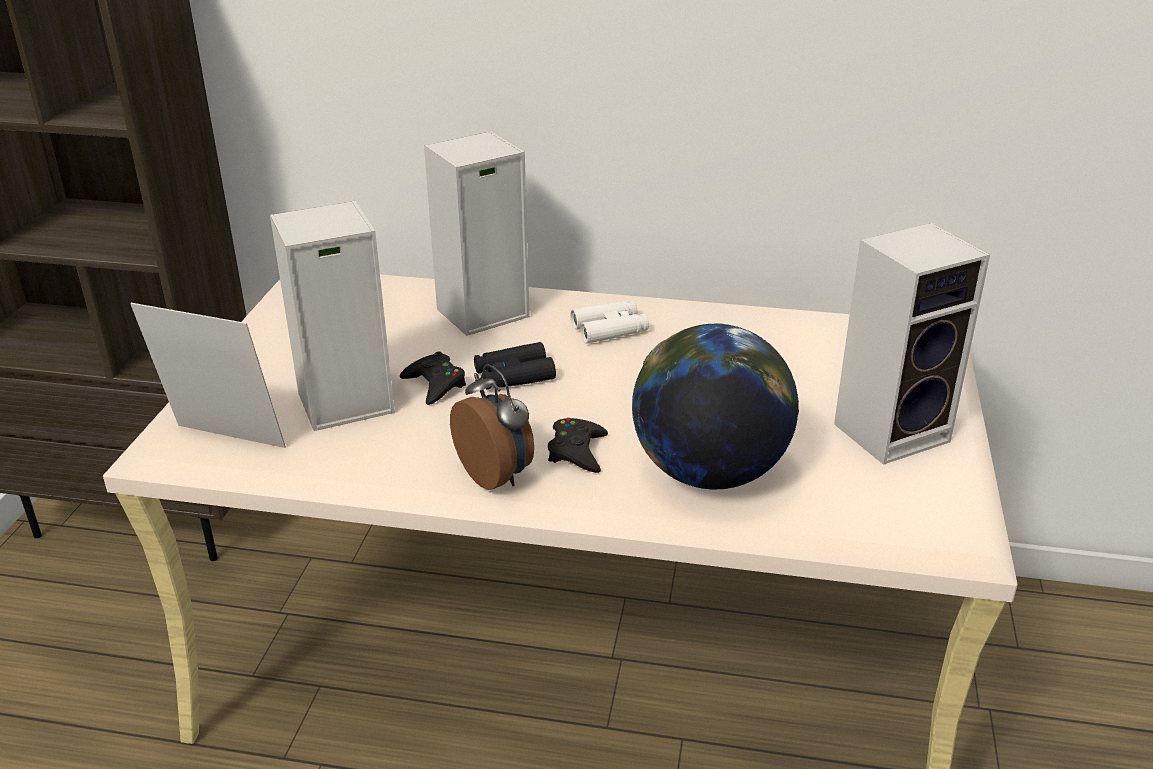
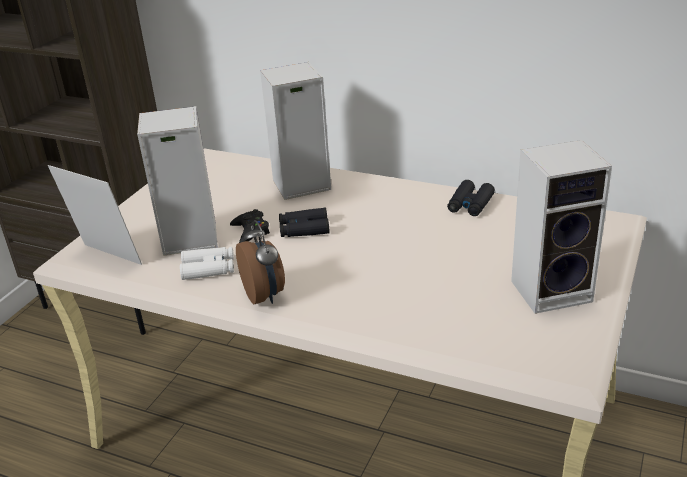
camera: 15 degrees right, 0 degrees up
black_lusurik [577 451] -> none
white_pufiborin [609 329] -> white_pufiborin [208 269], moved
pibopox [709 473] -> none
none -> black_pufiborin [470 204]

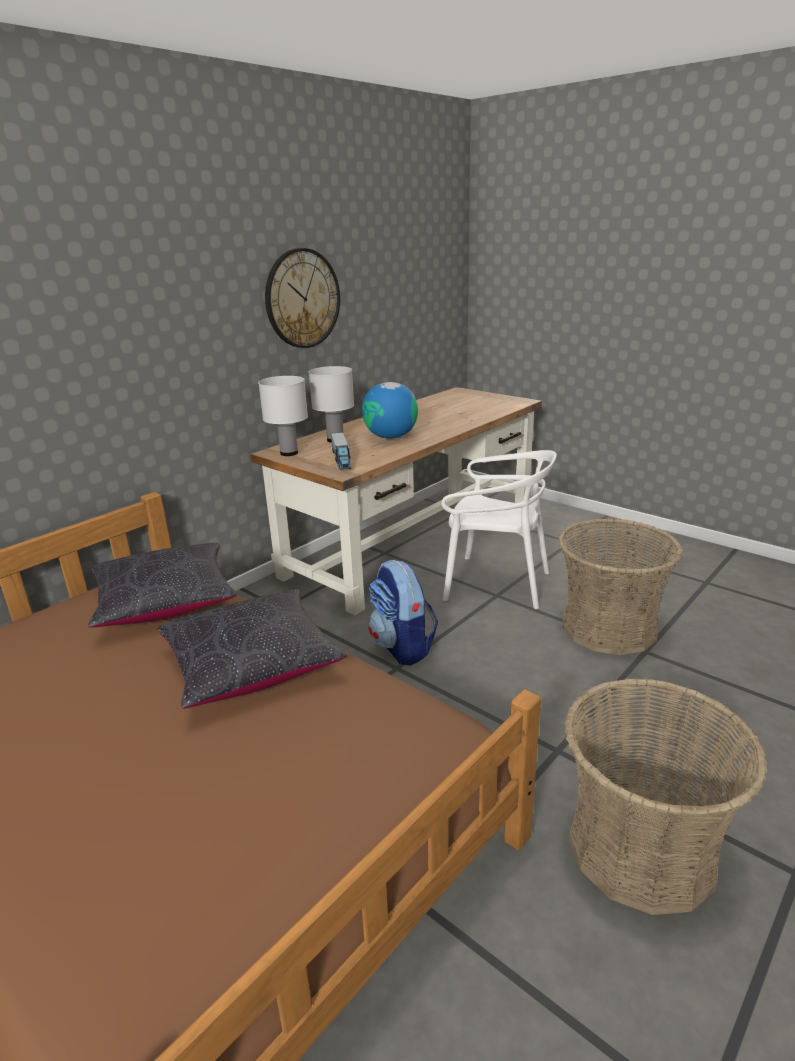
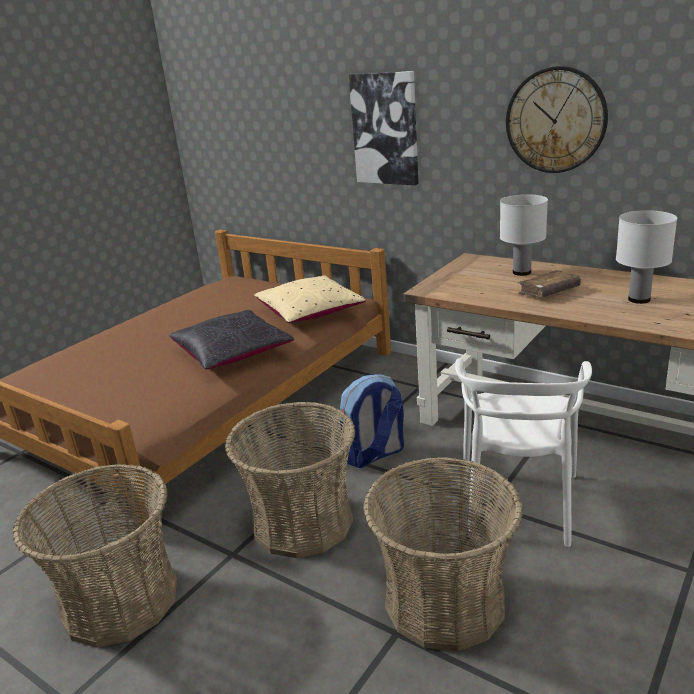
camera: 85 degrees right, 0 degrees up
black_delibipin [165 601] -> beige_delibipin [310 312]
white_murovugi [289 453] -> white_murovugi [638 299], moved
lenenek [341 459] -> none
pibopox [391 437] -> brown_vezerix [548 292]
none -> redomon [303 522]
none -> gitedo [385 129]

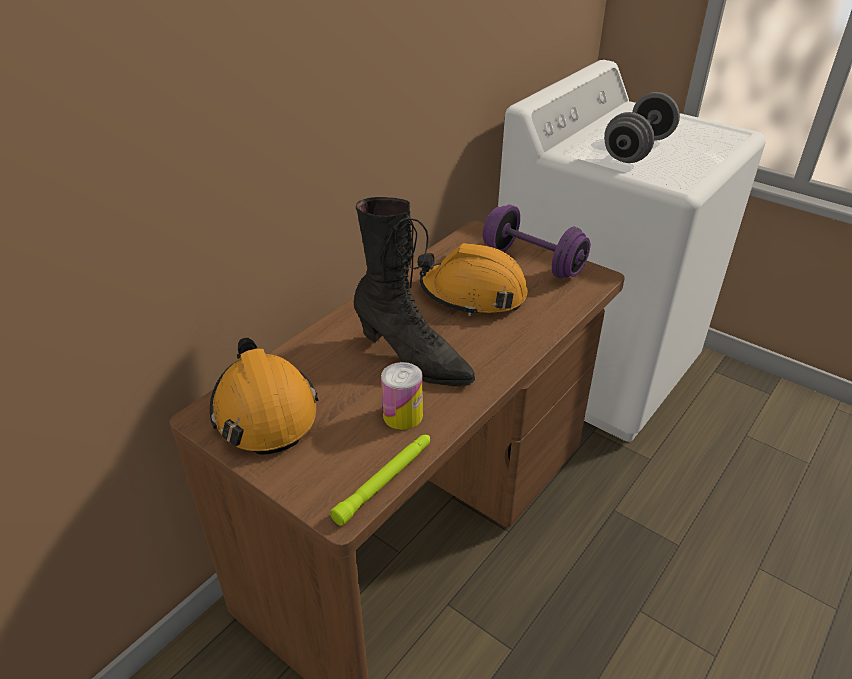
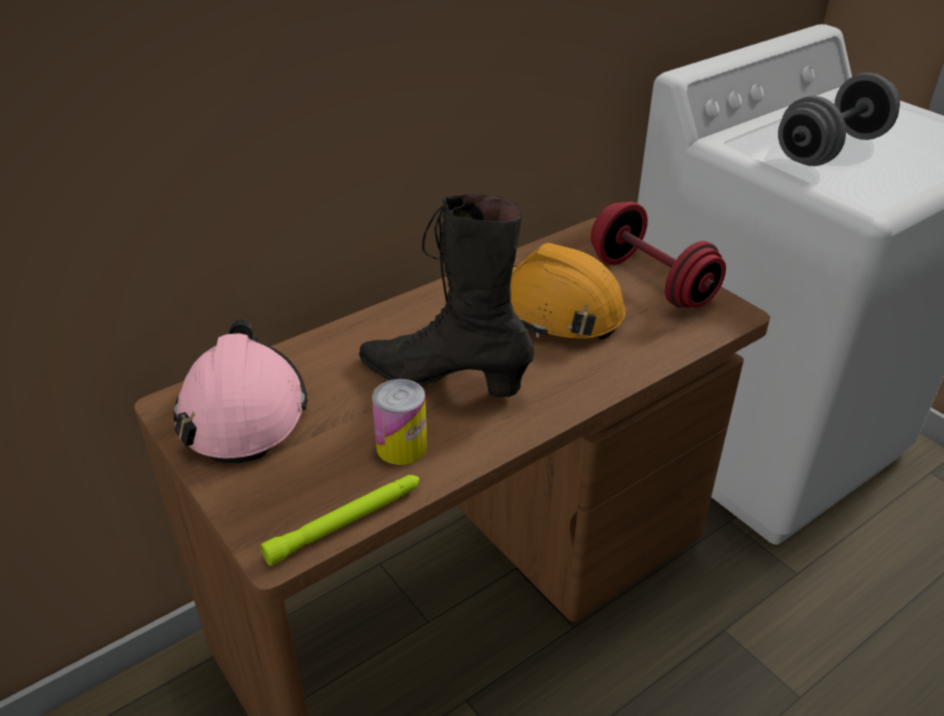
camera: 15 degrees right, 0 degrees up
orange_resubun [264 411] -> pink_resubun [243 411]
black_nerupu [412 359] -> black_nerupu [444 379], 150 degrees clockwise
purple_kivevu [533 262] -> red_kivevu [651 282]

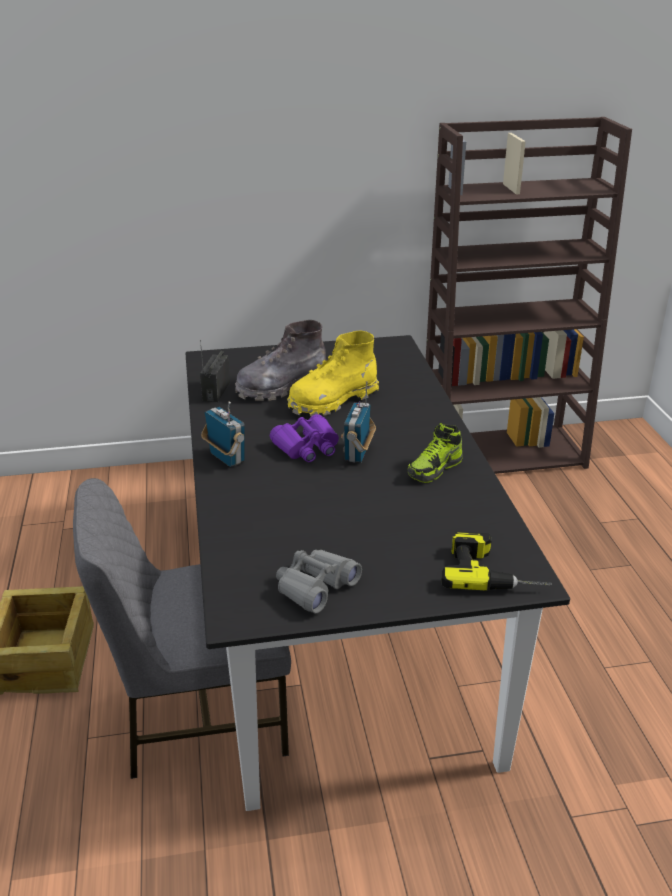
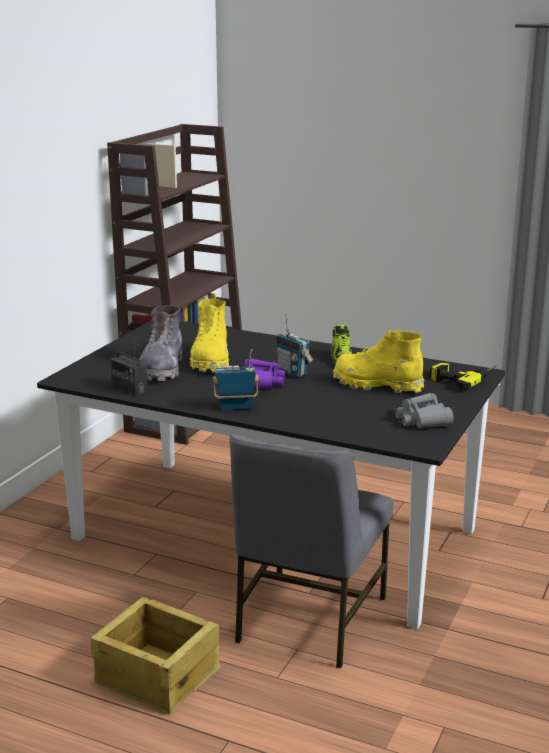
camera: 55 degrees left, 10 degrees down
none -> yellow_nerupu [377 385]

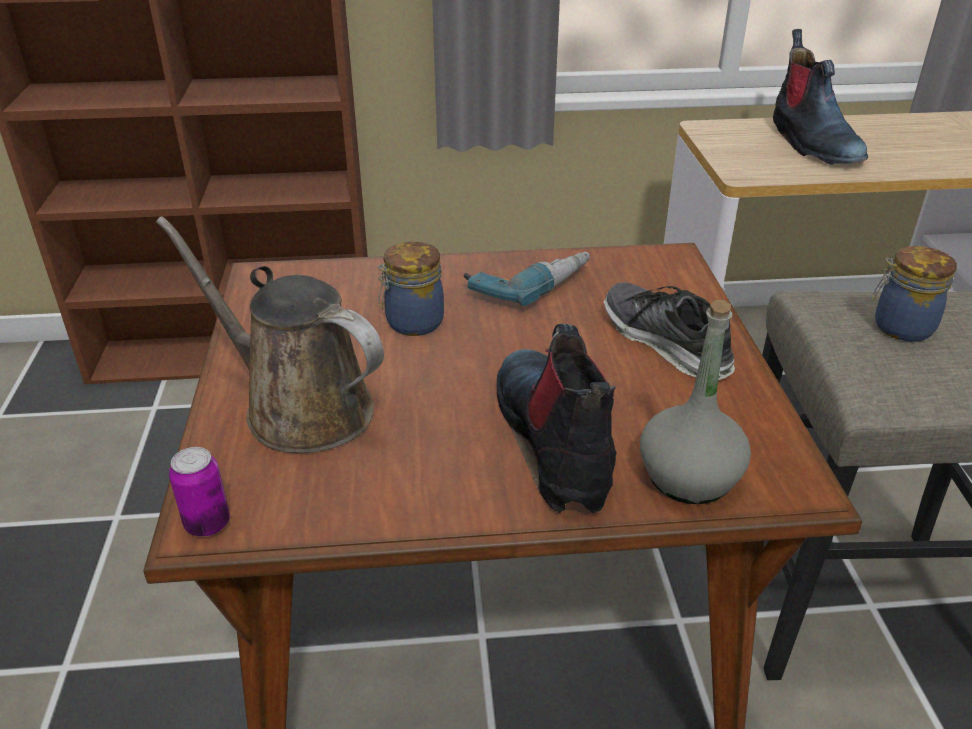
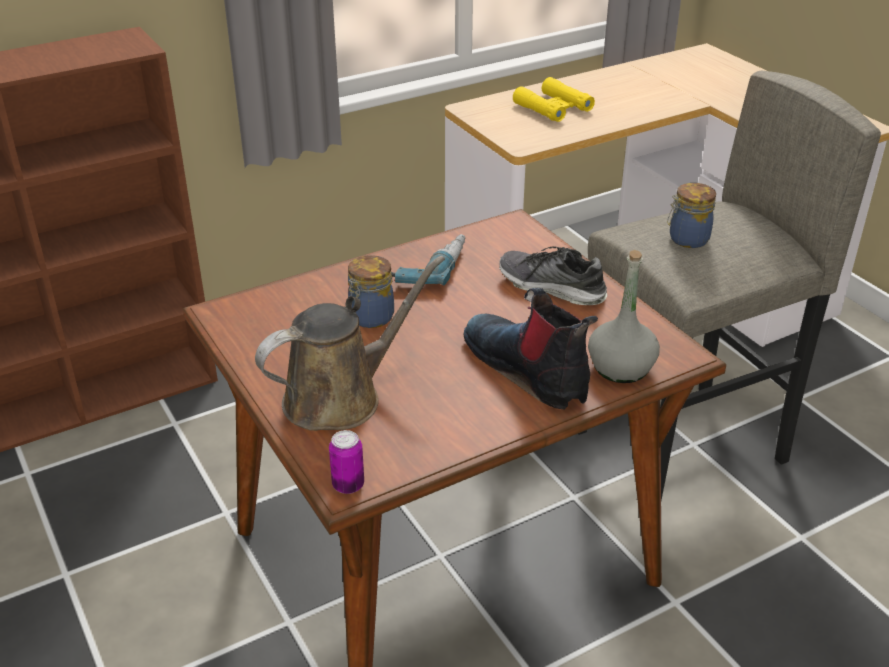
camera: 25 degrees left, 0 degrees up
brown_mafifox [299 407] -> brown_mafifox [341 397], 135 degrees clockwise
nerupu [811 143] -> yellow_pufiborin [553 108]

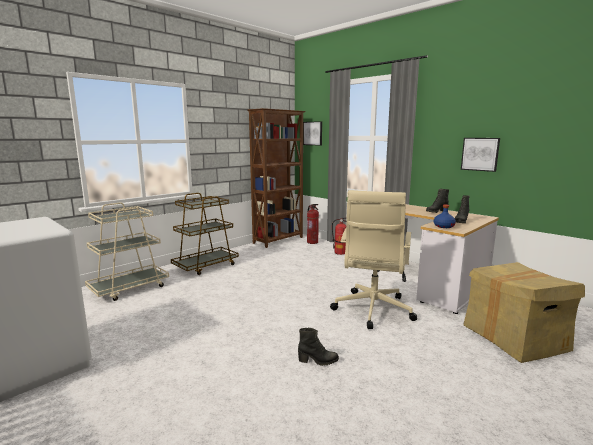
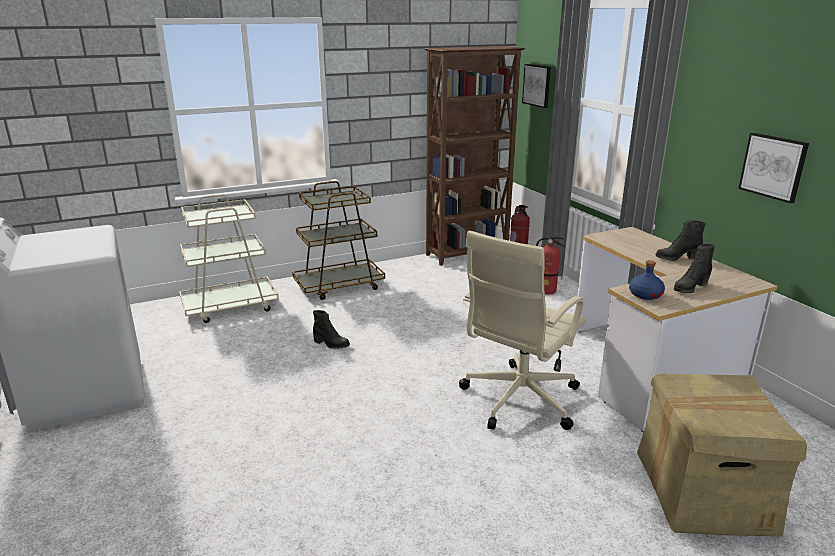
camera: 20 degrees right, 10 degrees up
black_nerupu [318 361] -> black_nerupu [331 344], moved

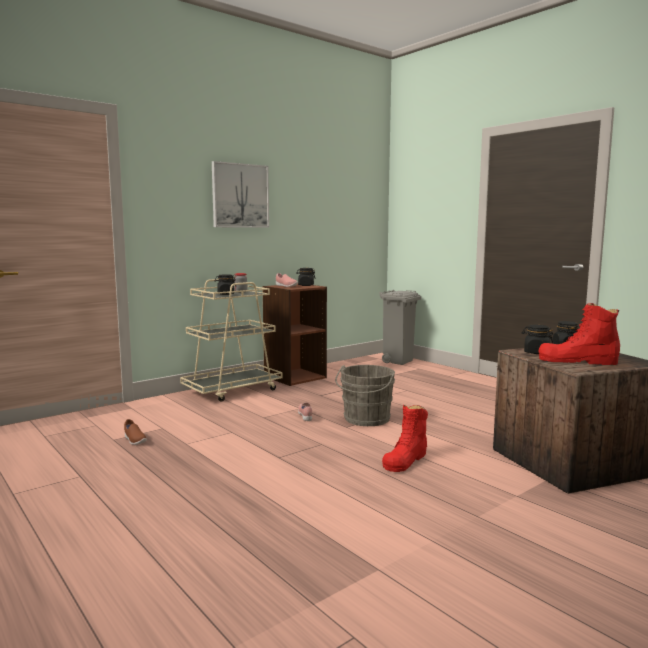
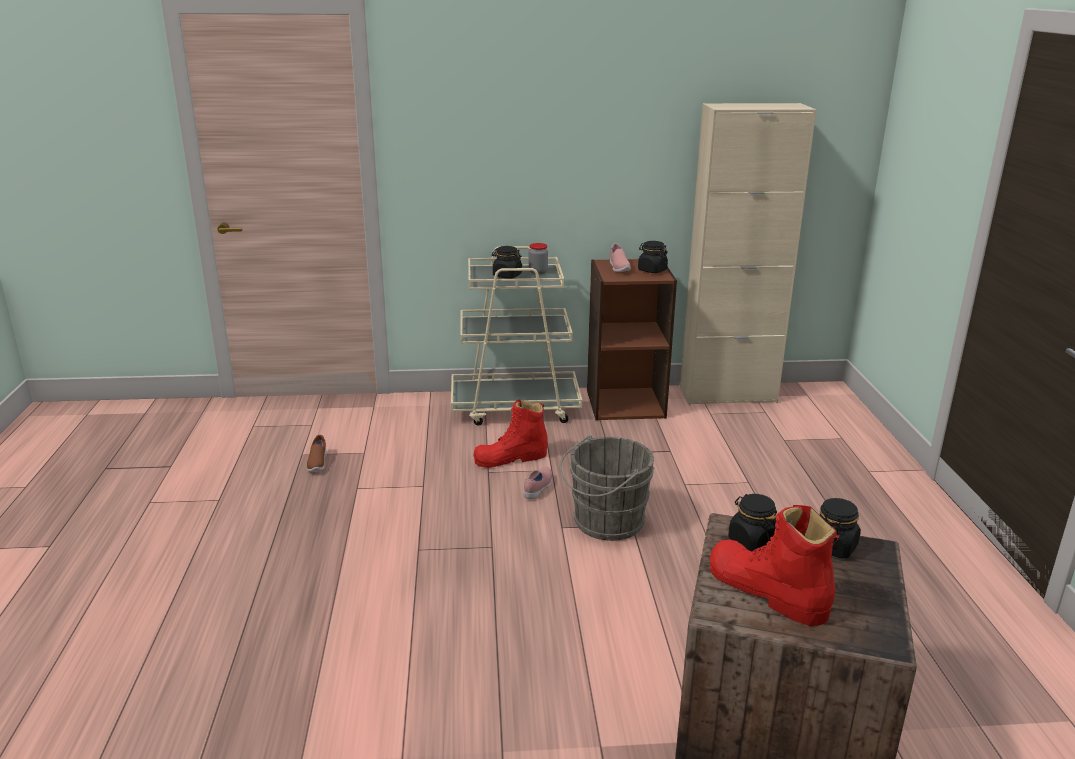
camera: 35 degrees right, 15 degrees up
gitedo [240 196] -> none
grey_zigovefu [398 361] -> none
red_nerupu [405 460] -> red_nerupu [511 458], moved
none -> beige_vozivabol [728 395]

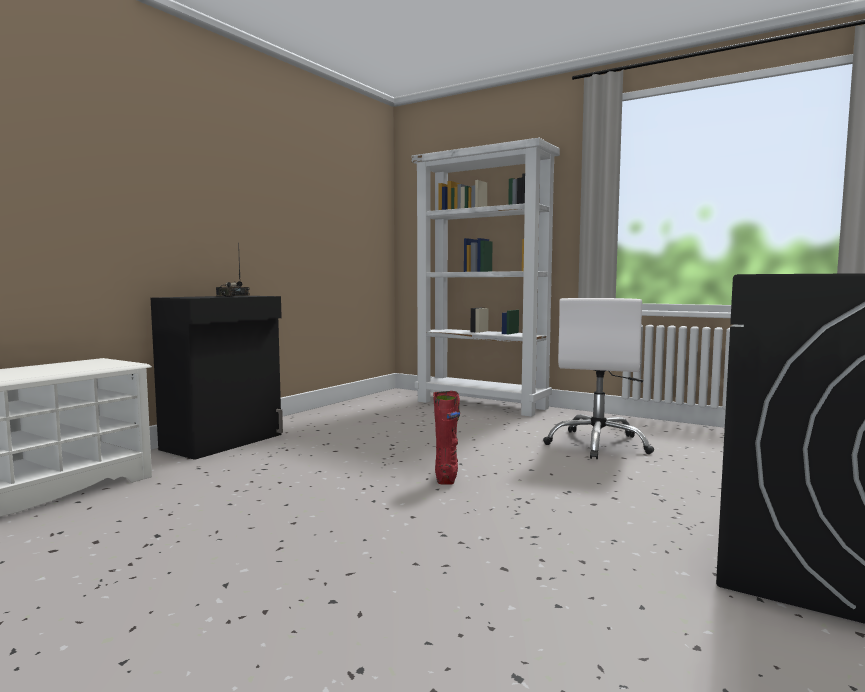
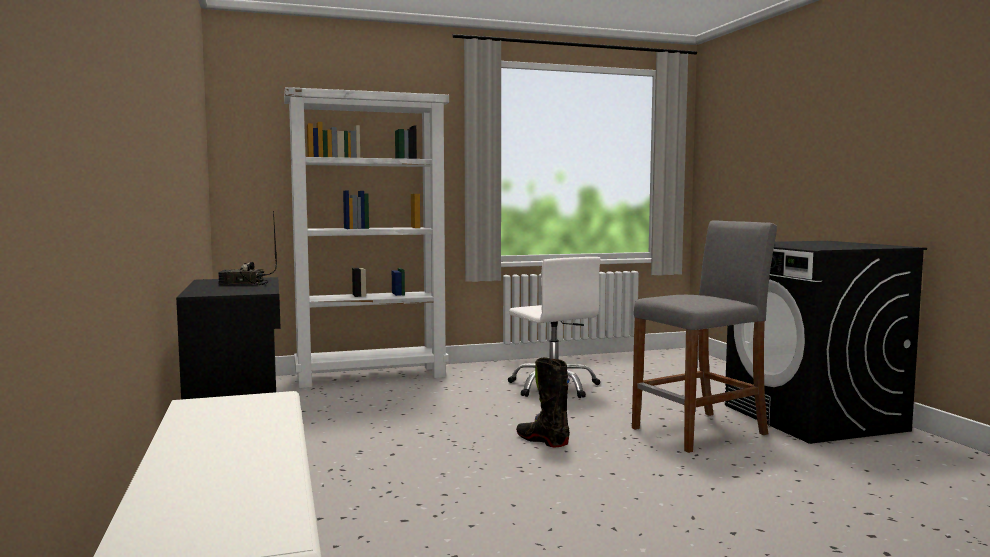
camera: 50 degrees left, 0 degrees up
red_nerupu [446 476] -> black_nerupu [542 441]
none -> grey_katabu [700 431]

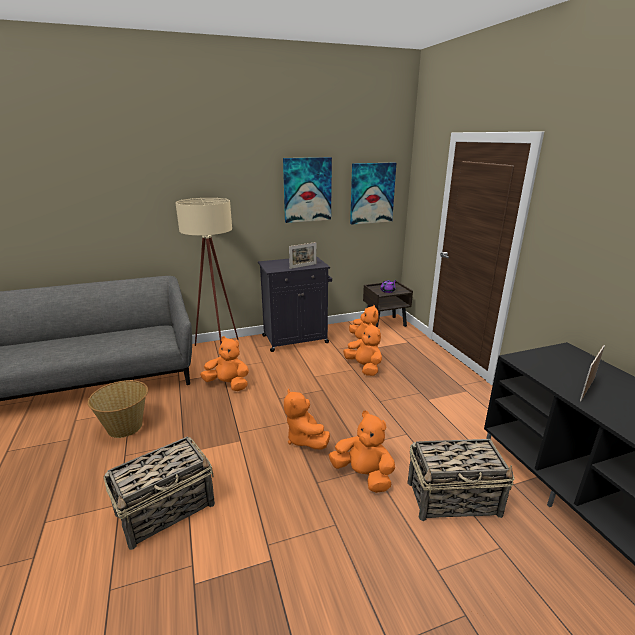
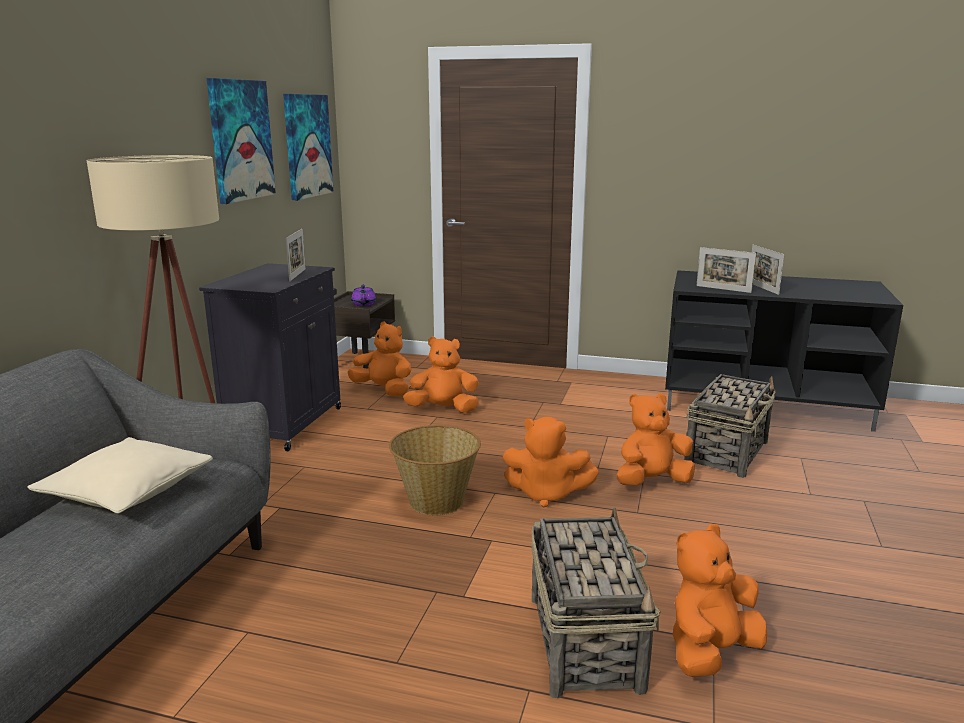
camera: 55 degrees left, 5 degrees down
redomon [125 426] -> redomon [436 501], moved
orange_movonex [228 384] -> orange_movonex [710 652], moved
none -> beige_delibipin [128 492]
none -> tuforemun [723 289]

